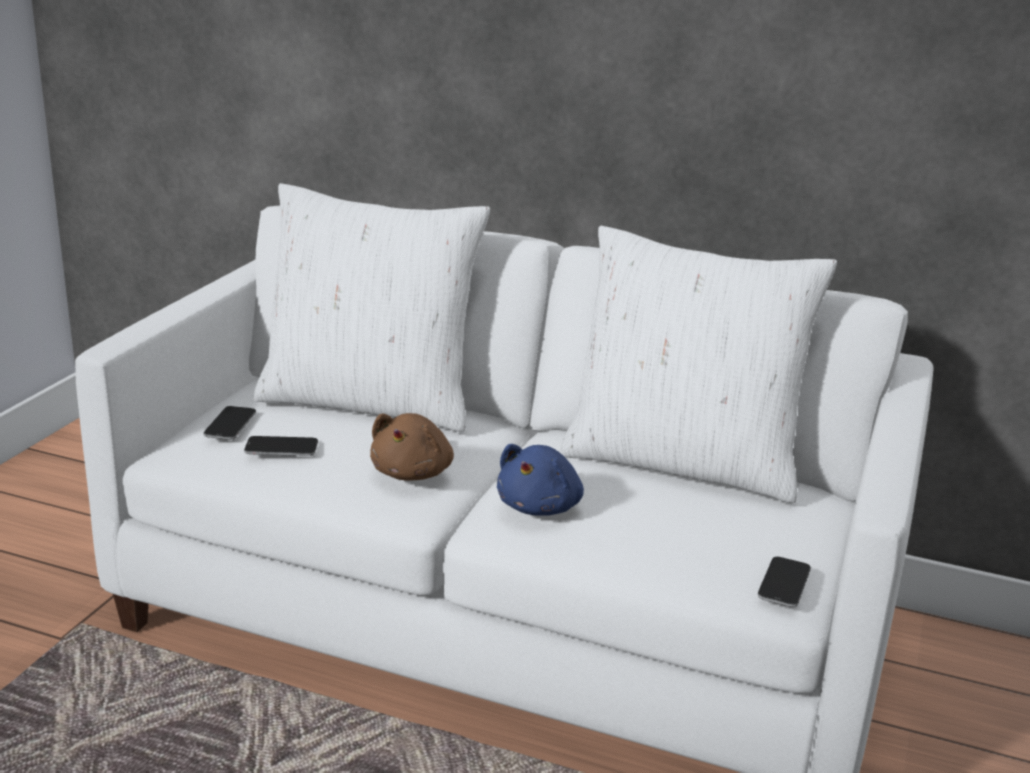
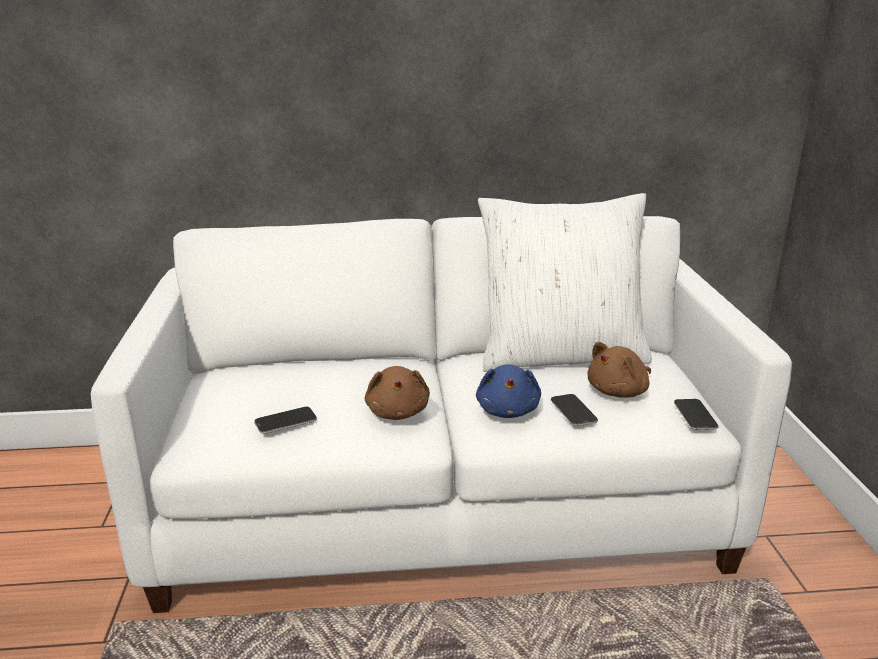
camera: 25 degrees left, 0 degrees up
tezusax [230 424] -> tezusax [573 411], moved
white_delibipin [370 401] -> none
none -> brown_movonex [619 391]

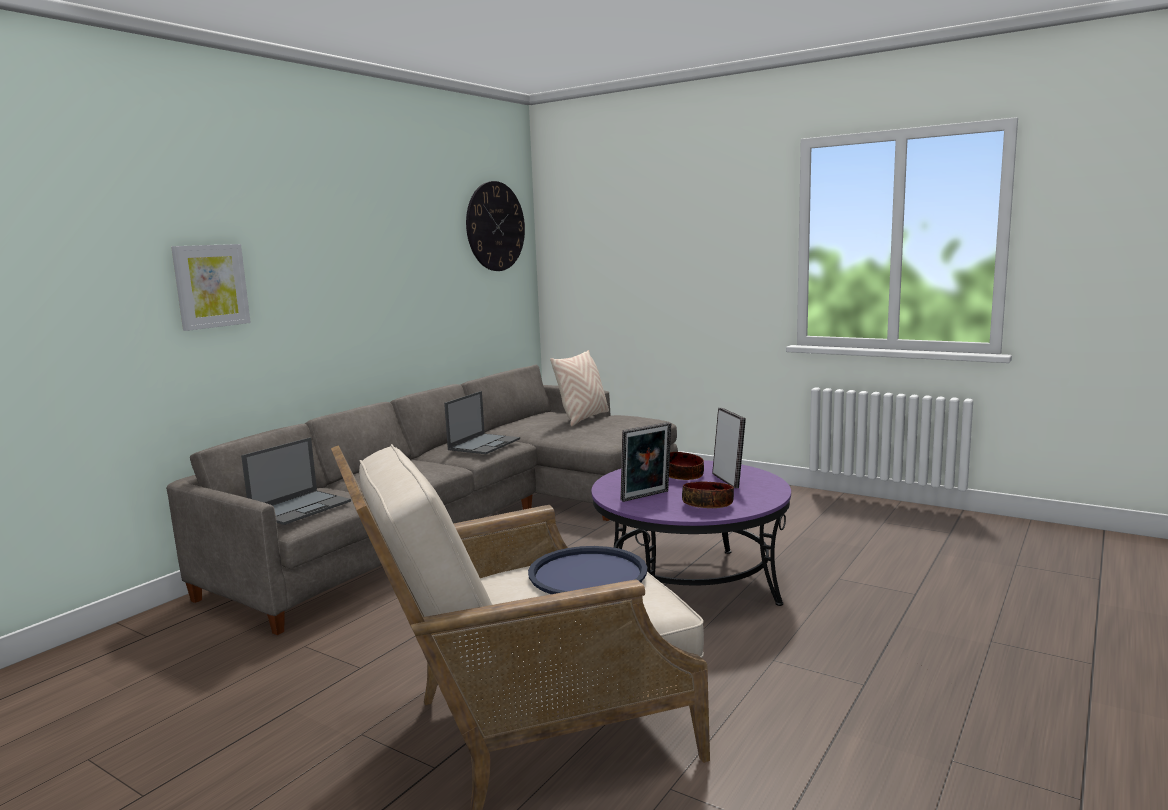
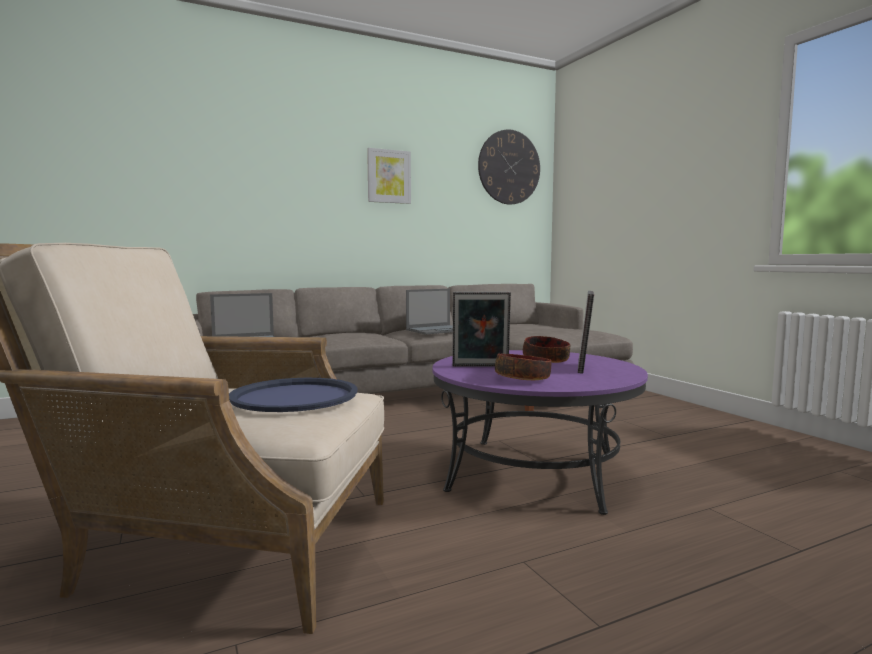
camera: 30 degrees right, 5 degrees down
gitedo [210 286] -> gitedo [388 176], moved
beige_delibipin [583 418] -> none

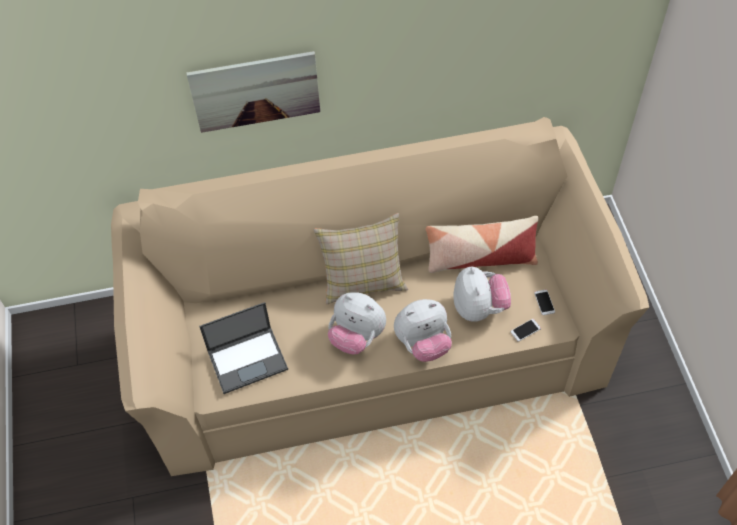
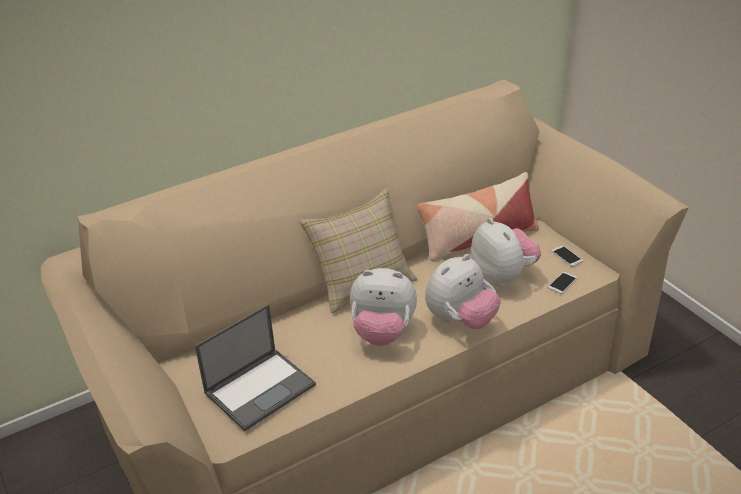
camera: 20 degrees left, 20 degrees down
gitedo [255 91] -> none

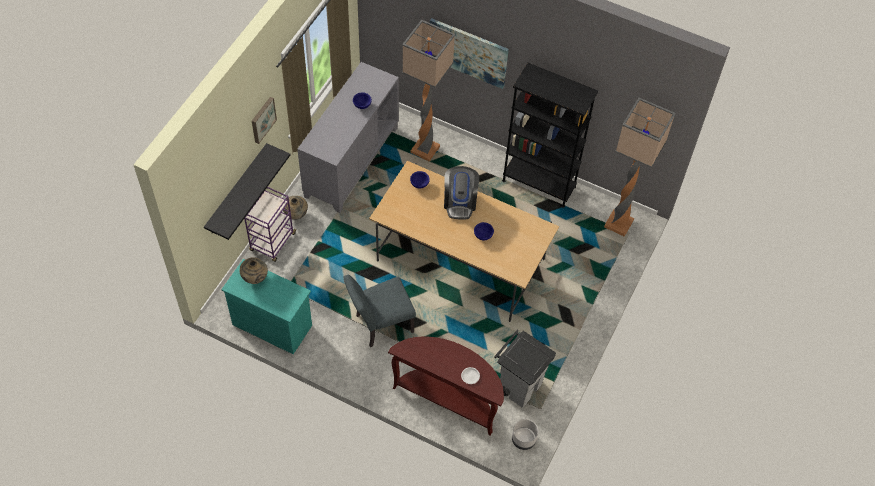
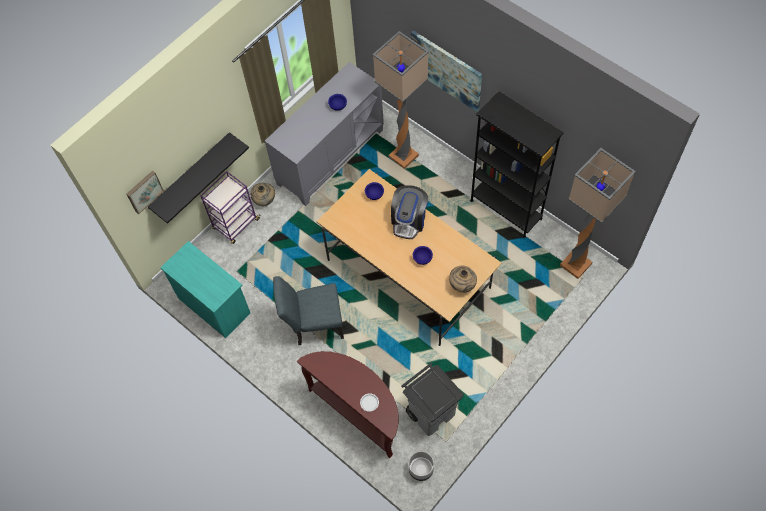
camera: 20 degrees right, 5 degrees up
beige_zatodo [255 278] -> beige_zatodo [462 285], moved
gitedo [262 119] -> gitedo [144 191], moved

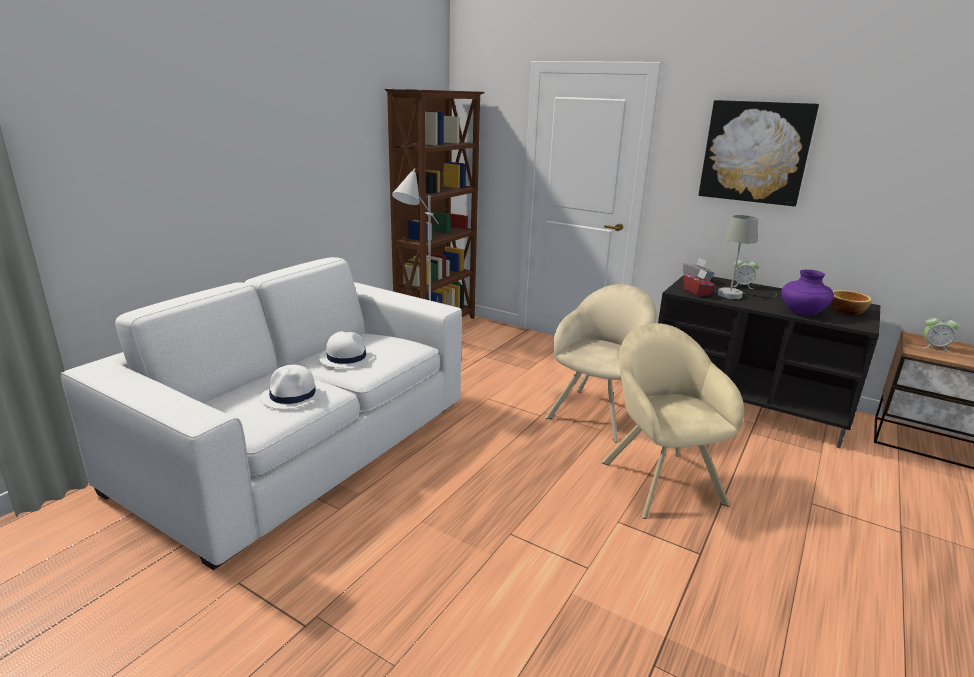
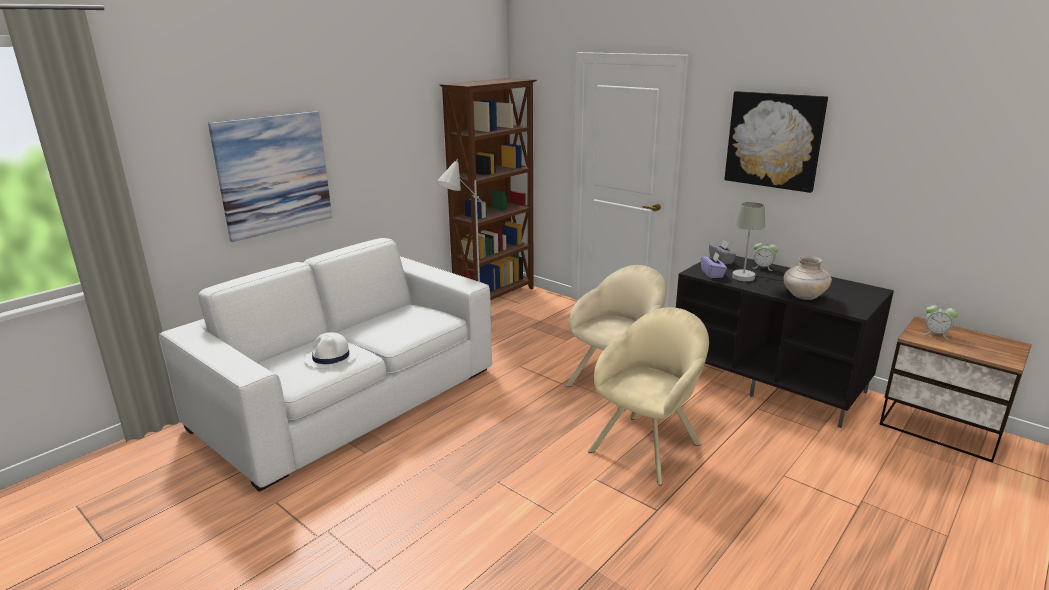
camera: 10 degrees right, 0 degrees up
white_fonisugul [346 357] -> none
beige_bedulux [659 478] -> beige_bedulux [648 445], 45 degrees clockwise
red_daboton [697 293] -> purple_daboton [712 274]
purple_zatodo [802 312] -> beige_zatodo [803 296]
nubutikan [846 311] -> none
none -> gitedo [274 174]

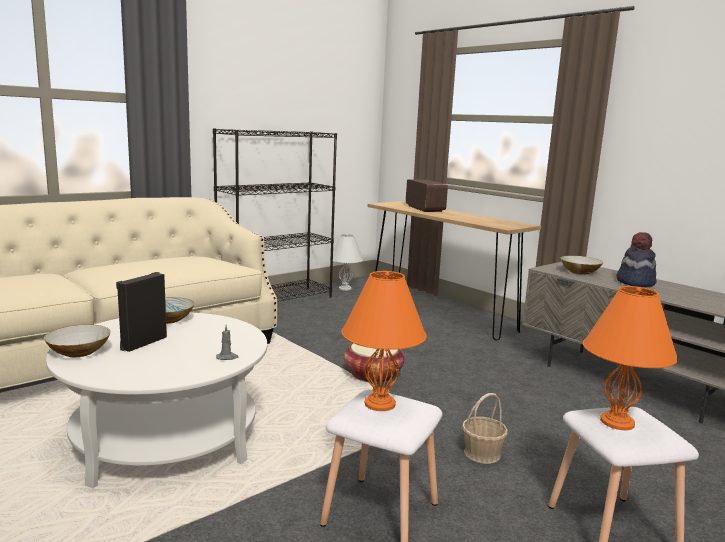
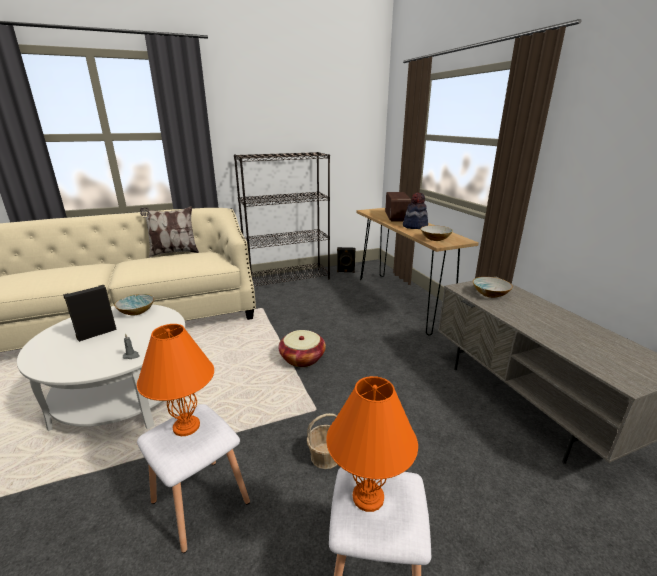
camera: 20 degrees right, 10 degrees up
nubutikan [78 352] -> nubutikan [435 239], moved
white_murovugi [345 288] -> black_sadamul [345 271]
fonisugul [635 282] -> fonisugul [414 226], moved
none -> delibipin [173 253]

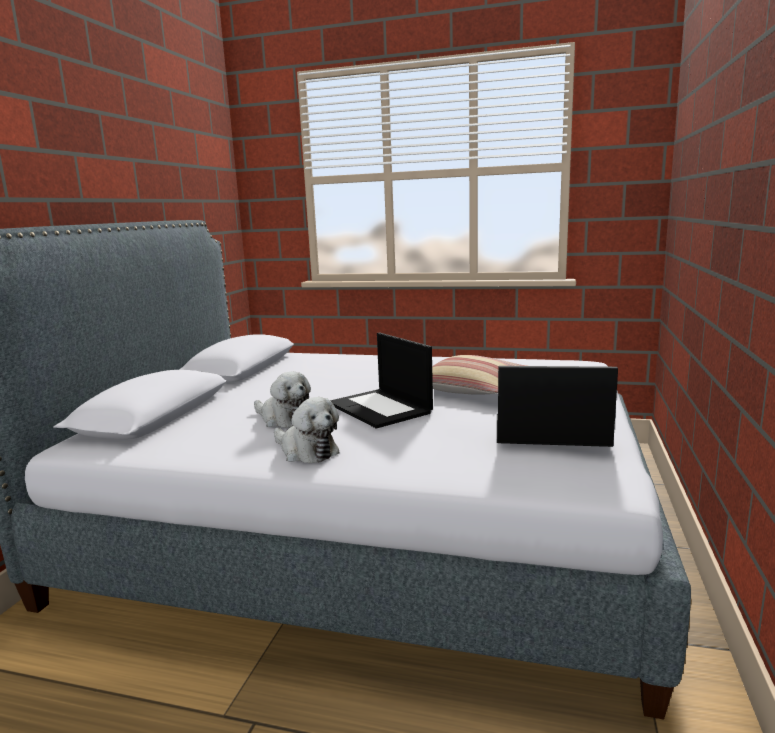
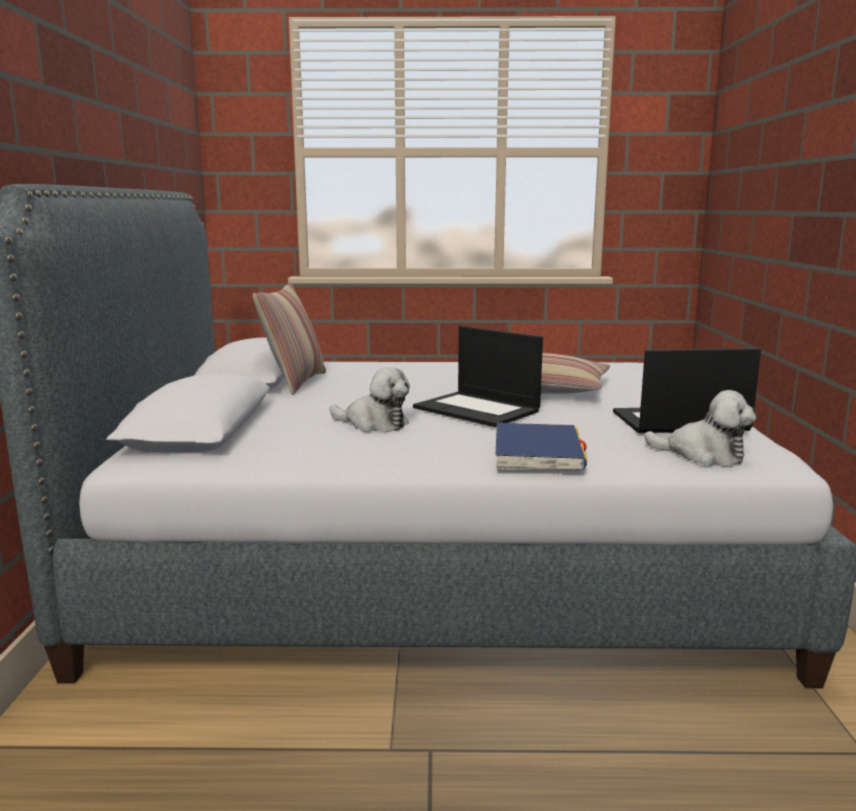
camera: 15 degrees left, 0 degrees up
movonex [306 451] -> movonex [703 455], moved
none -> delibipin [295 382]
none -> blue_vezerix [538 452]

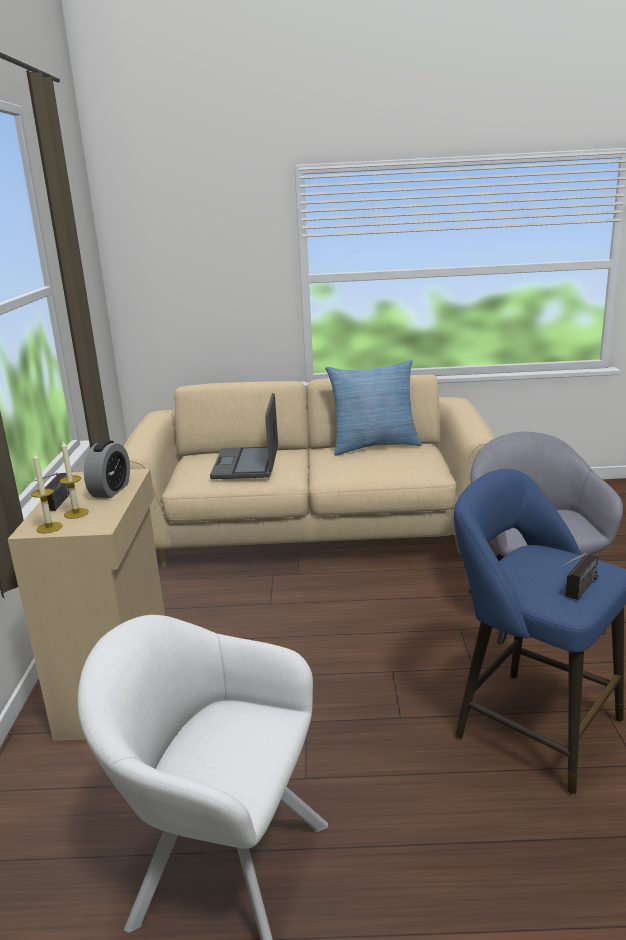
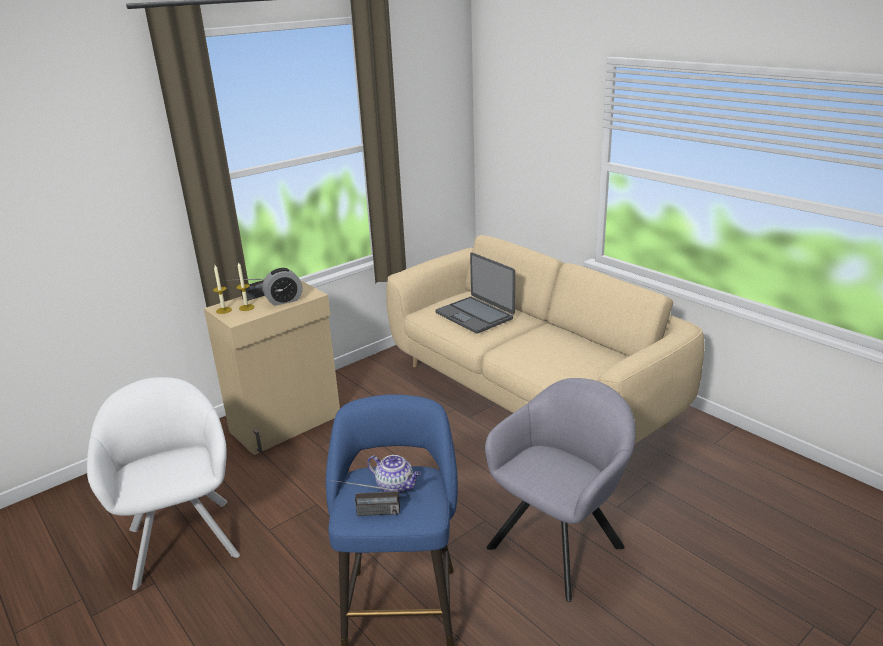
camera: 50 degrees right, 5 degrees up
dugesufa [247 464] -> dugesufa [475 315], 90 degrees counterclockwise
delibipin [374 446] -> none
none -> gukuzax [396 486]

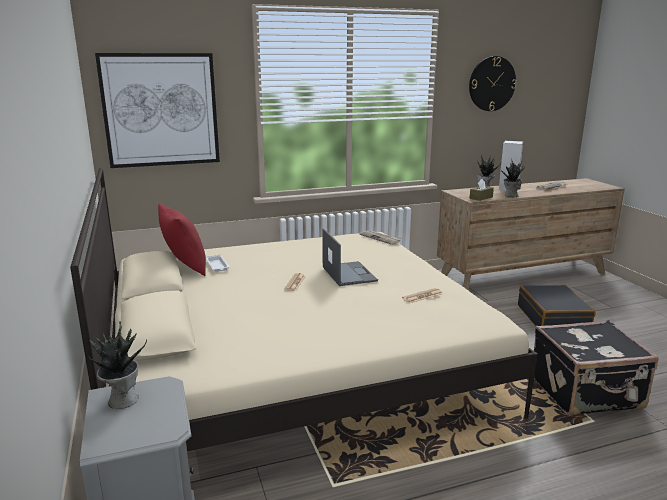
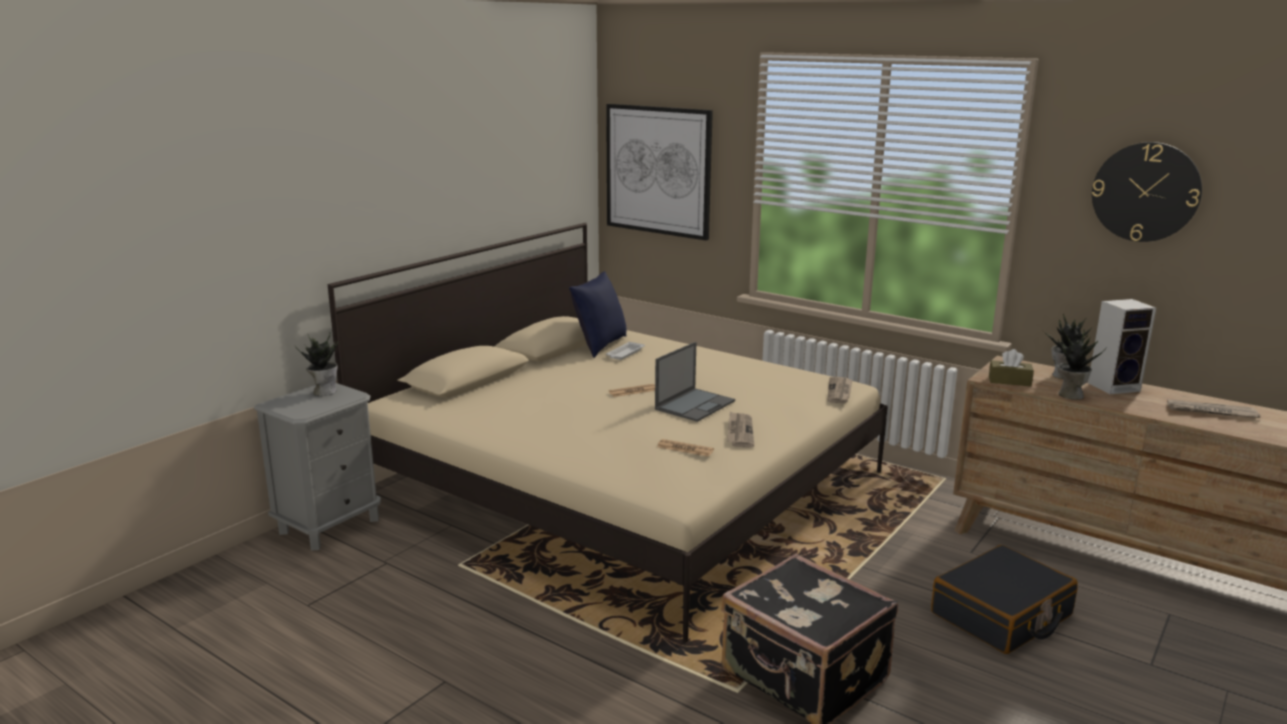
camera: 55 degrees right, 0 degrees up
red_delibipin [184 268] -> blue_delibipin [599 346]
none -> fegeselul [739 432]

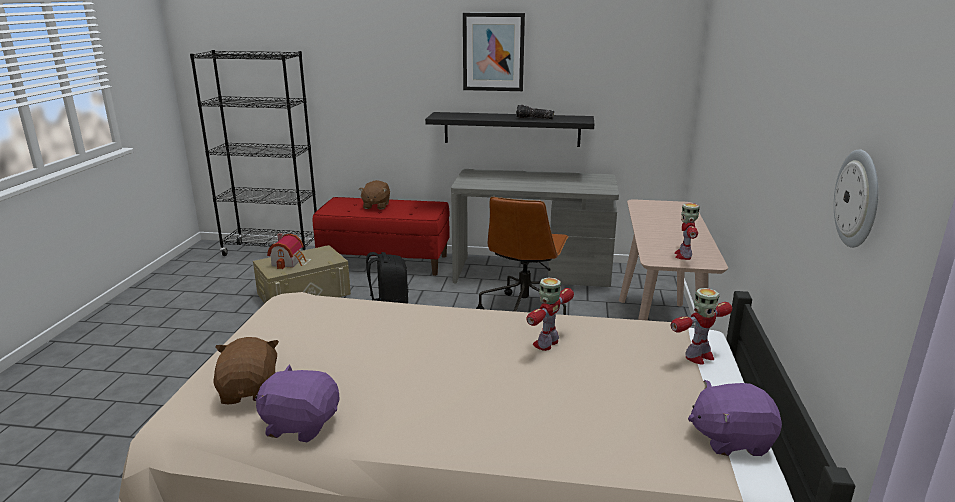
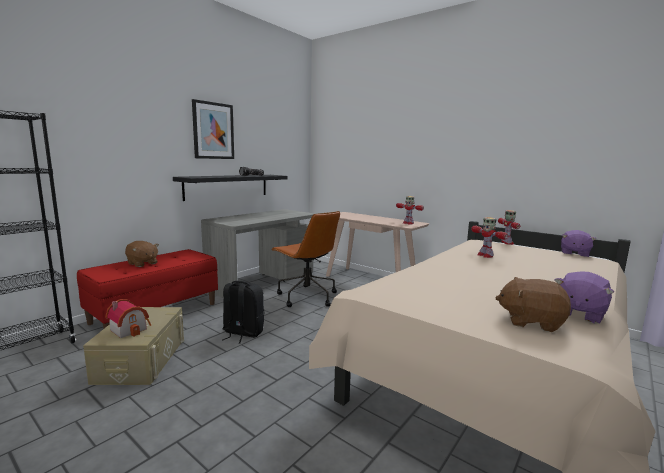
camera: 60 degrees left, 10 degrees down
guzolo [858 199] -> none

